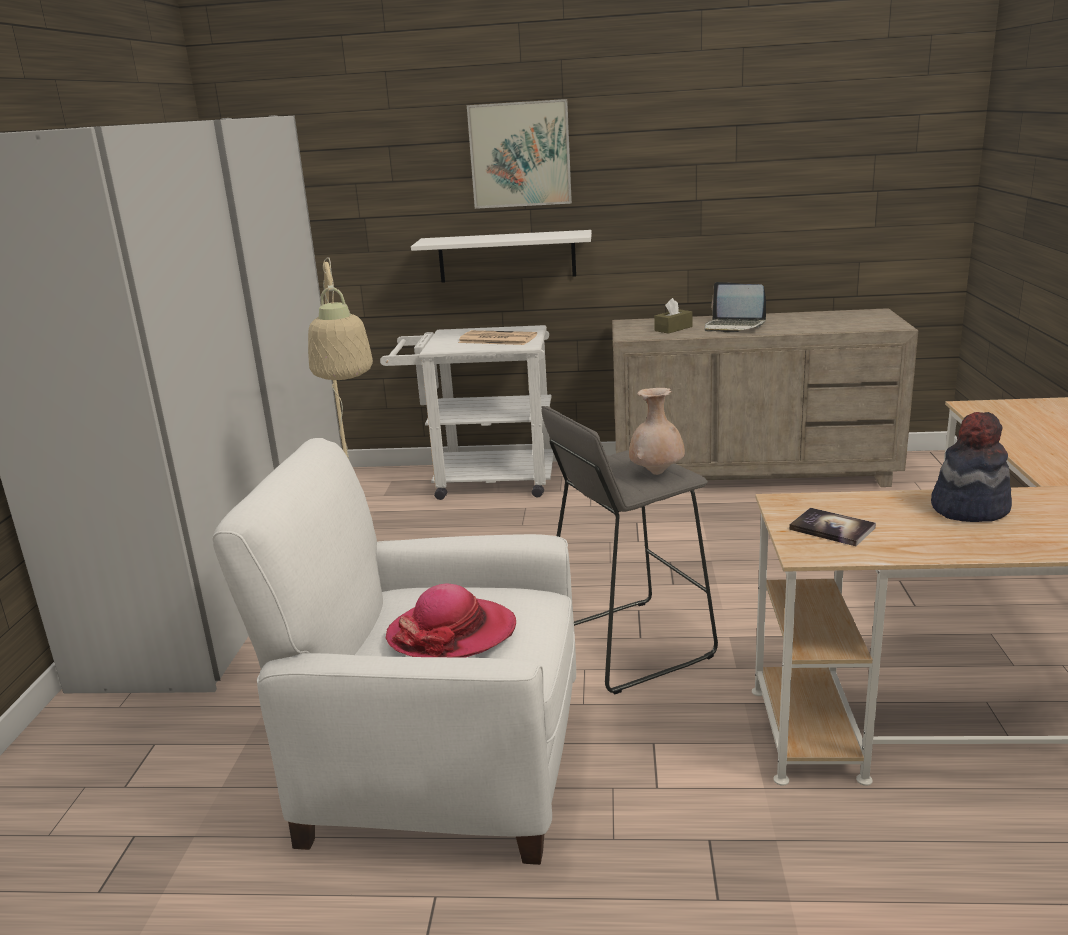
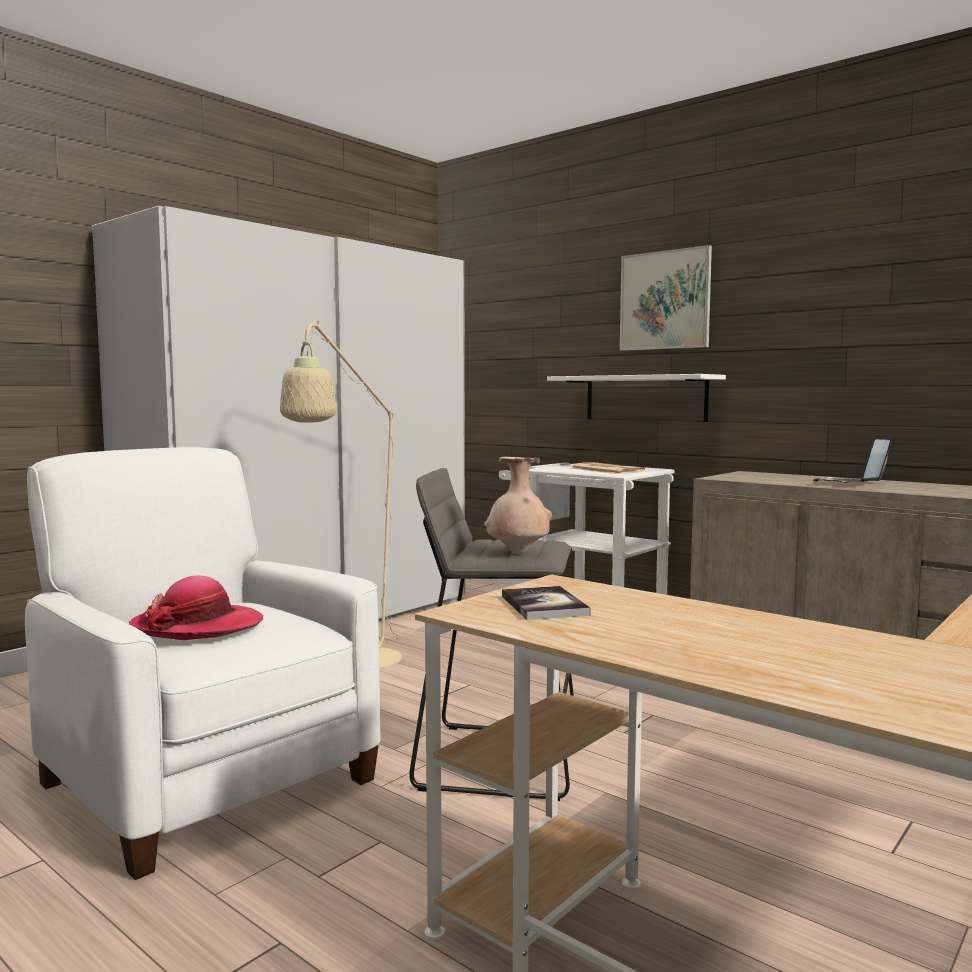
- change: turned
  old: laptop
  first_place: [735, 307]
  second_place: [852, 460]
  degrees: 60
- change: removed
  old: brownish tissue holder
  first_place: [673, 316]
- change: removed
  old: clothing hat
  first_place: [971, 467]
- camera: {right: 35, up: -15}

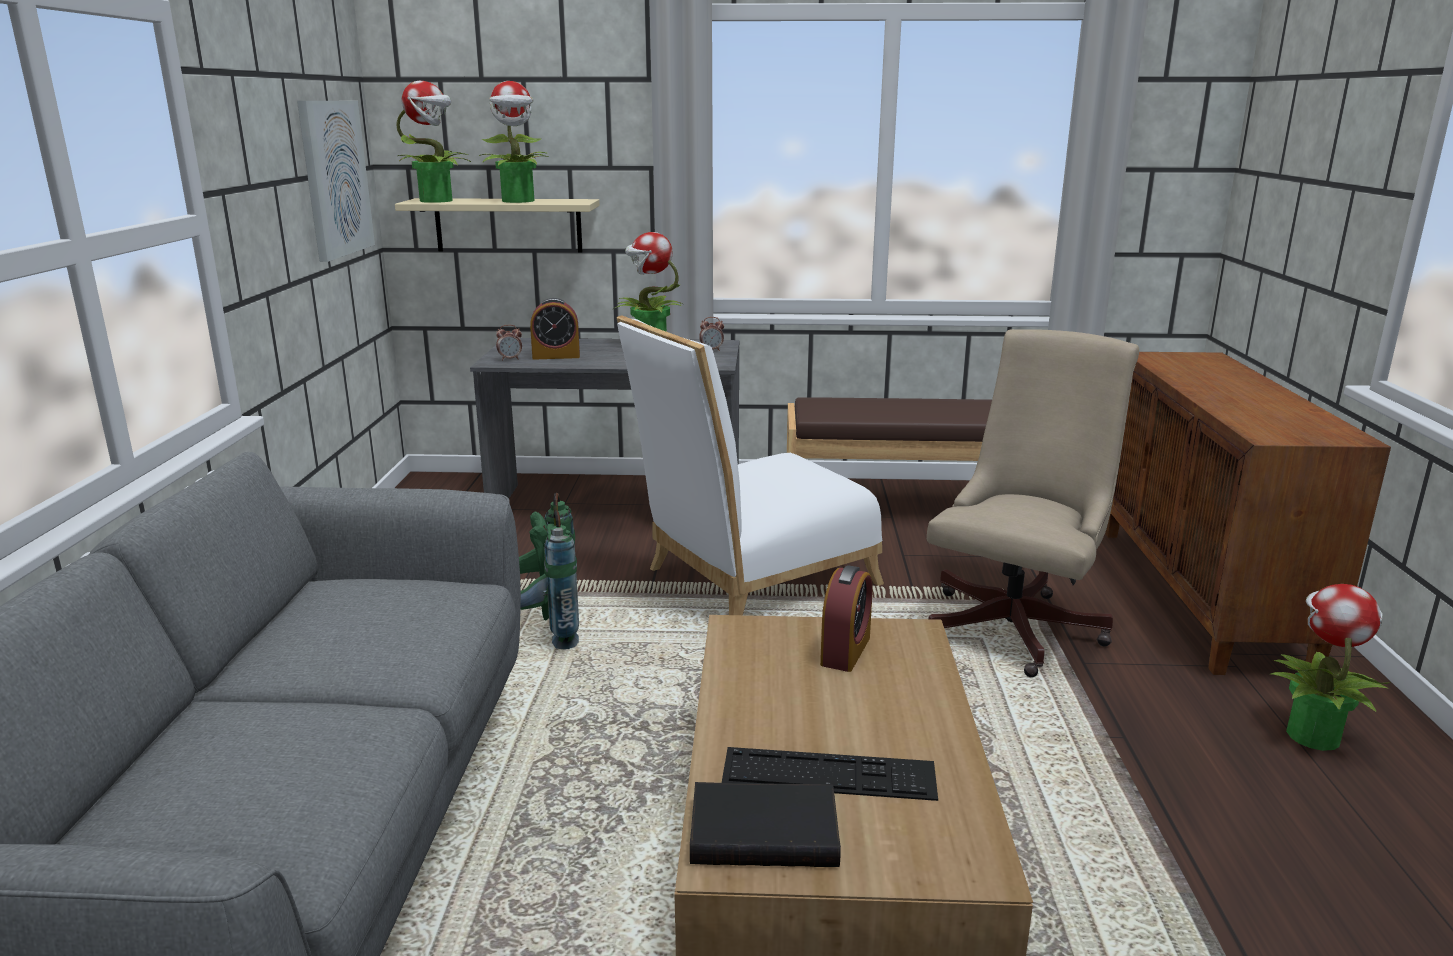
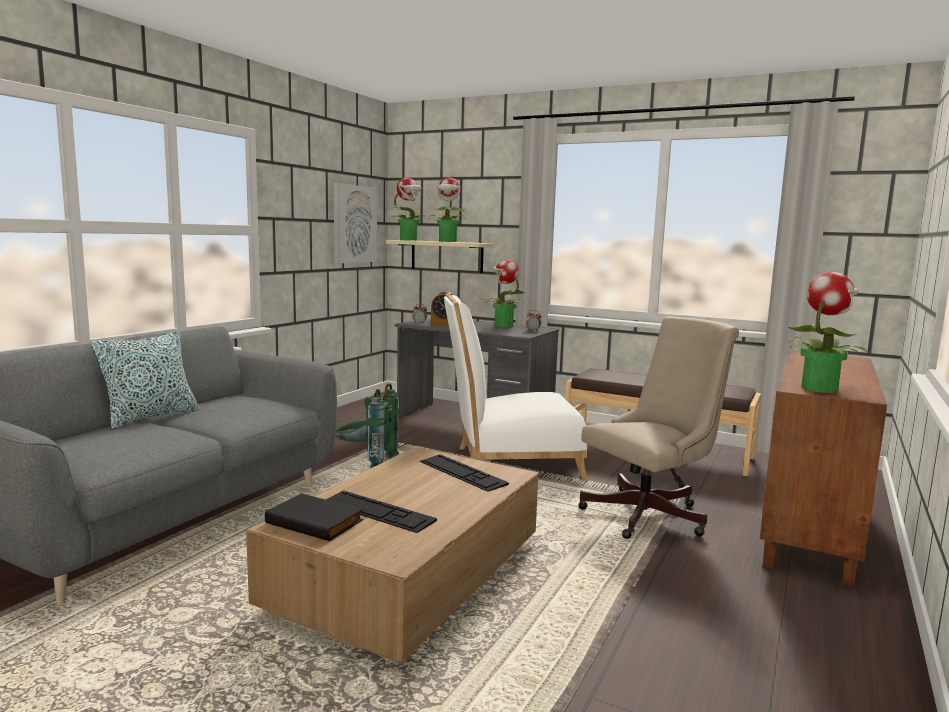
- change: added
  new: pillow
  second_place: [145, 380]
- change: replaced
  old: table clock
  new: computer keyboard
  first_place: [846, 618]
  second_place: [464, 473]
- change: moved
  old: potted plant
  first_place: [1330, 667]
  second_place: [828, 332]
- camera: {right: 25, up: -10}

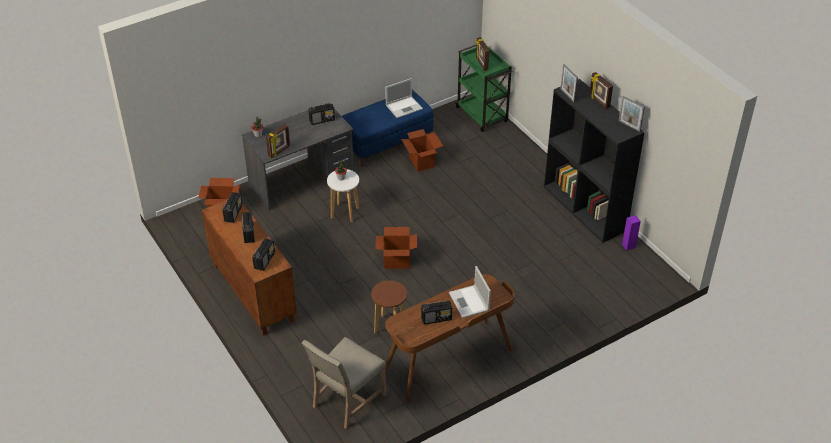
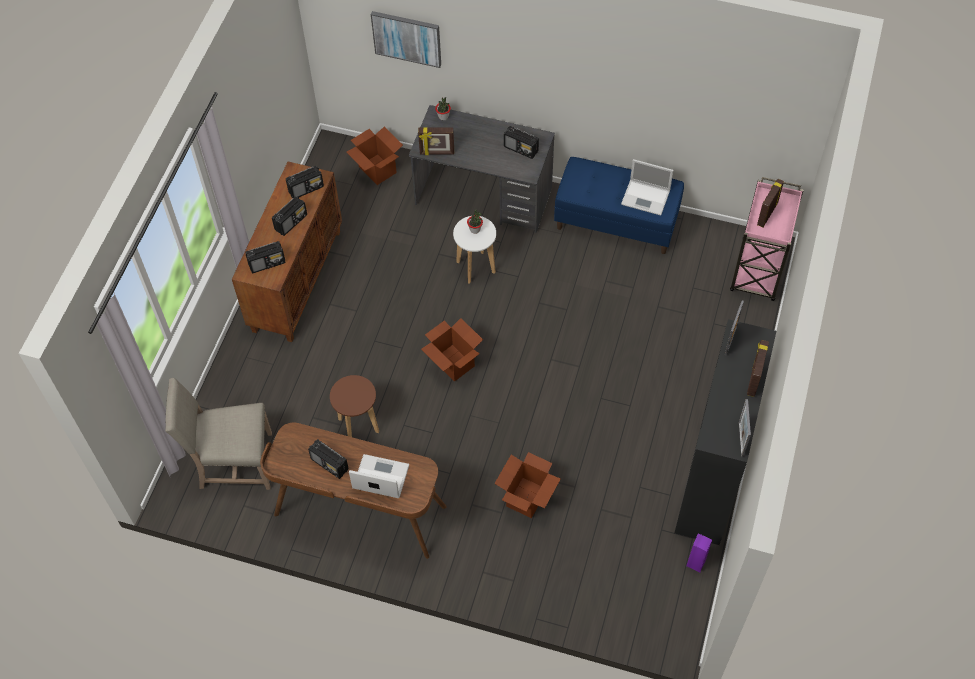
- change: turned
  old: laptop
  first_place: [470, 292]
  second_place: [379, 476]
  degrees: 75
- change: added
  new: wall picture
  second_place: [406, 39]
- change: moved
  old: carton
  first_place: [422, 150]
  second_place: [527, 485]
- change: recoloured
  old: green trolley
  new: pink-coloured trolley
  first_place: [484, 88]
  second_place: [767, 239]
- camera: {right: 50, up: 15}

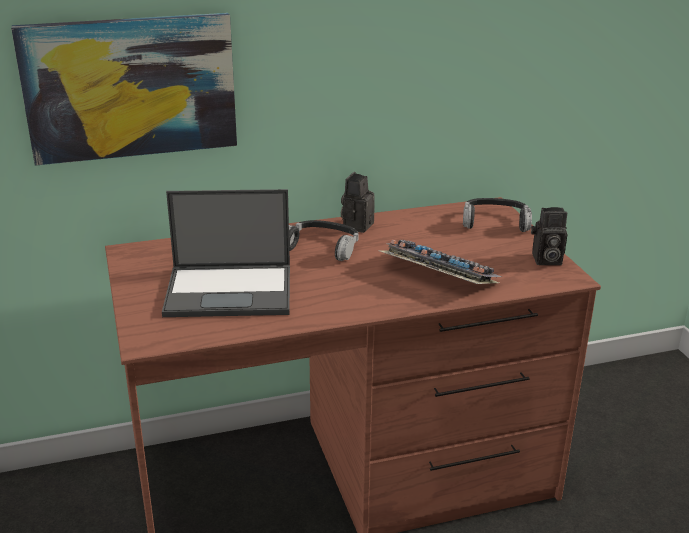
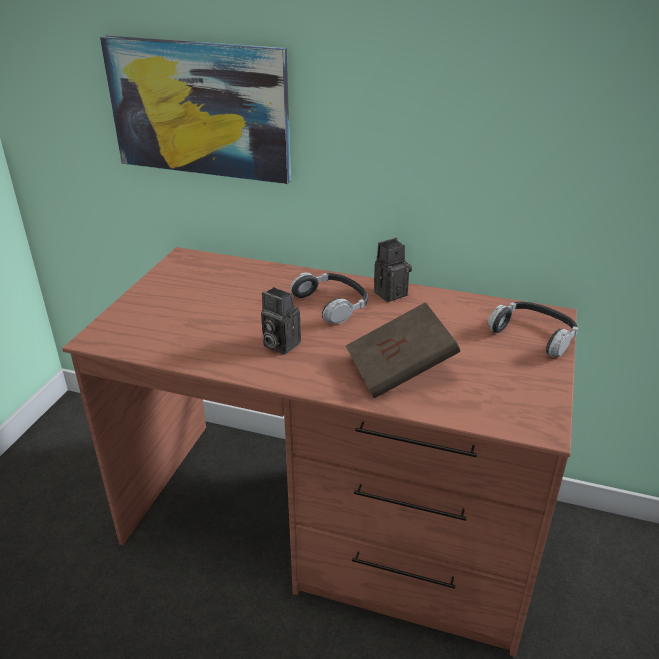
- change: moved
  old: photo camera
  first_place: [549, 236]
  second_place: [281, 321]
- change: replaced
  old: computer keyboard
  new: brownish volume
  first_place: [440, 262]
  second_place: [403, 350]
- change: removed
  old: laptop
  first_place: [226, 253]
- camera: {right: 35, up: 5}

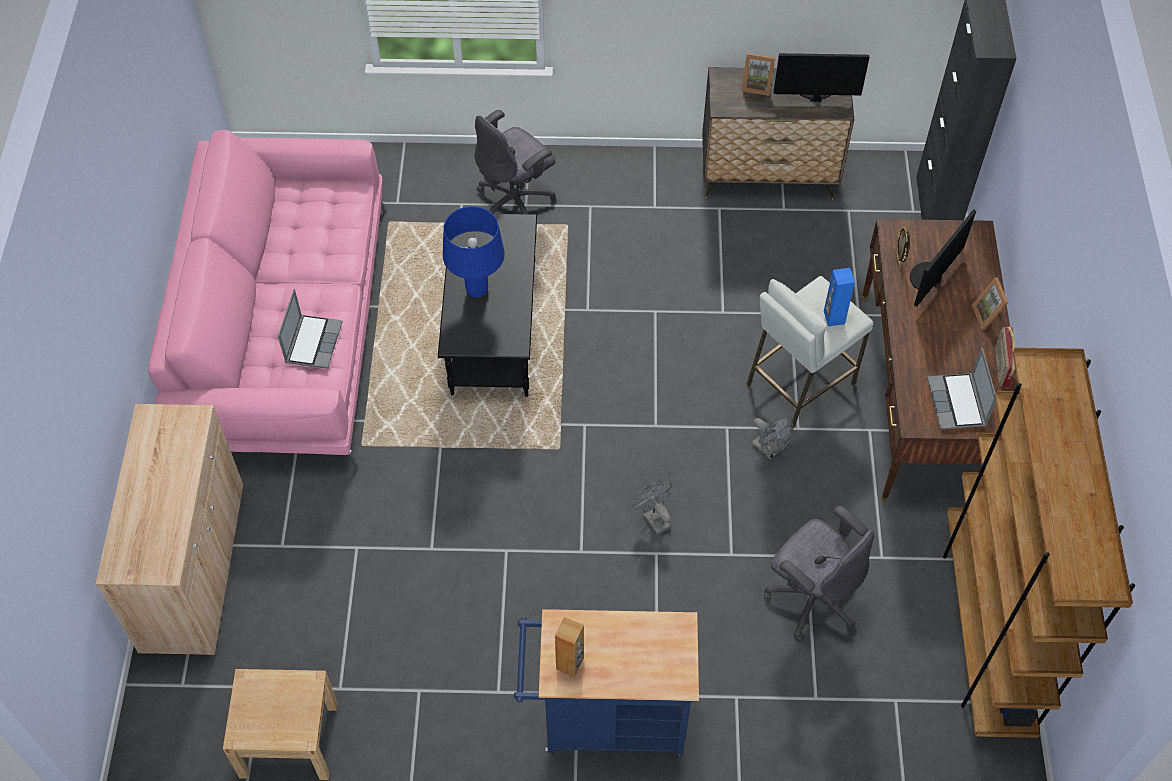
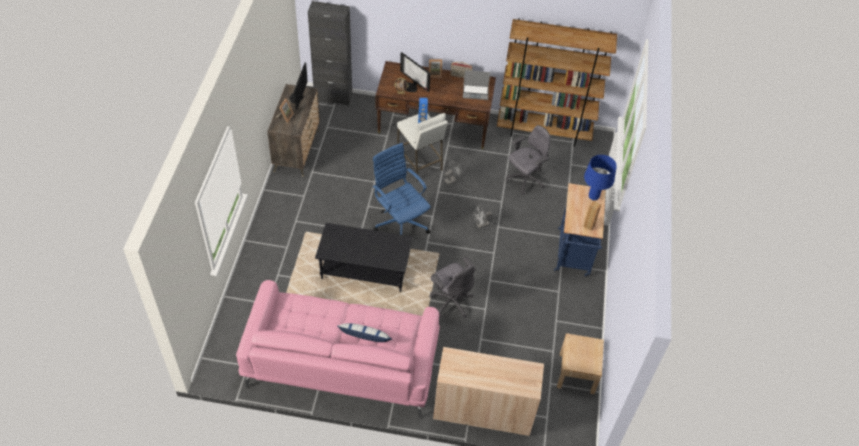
- change: added
  new: pillow
  second_place: [364, 332]
- change: added
  new: blue office chair
  second_place: [401, 189]
- change: moved
  old: gray office chair
  first_place: [515, 162]
  second_place: [452, 287]
- change: moved
  old: blue lamp for a table
  first_place: [474, 252]
  second_place: [600, 177]
- change: removed
  old: laptop
  first_place: [310, 329]
- camera: {right: -85, up: -5}

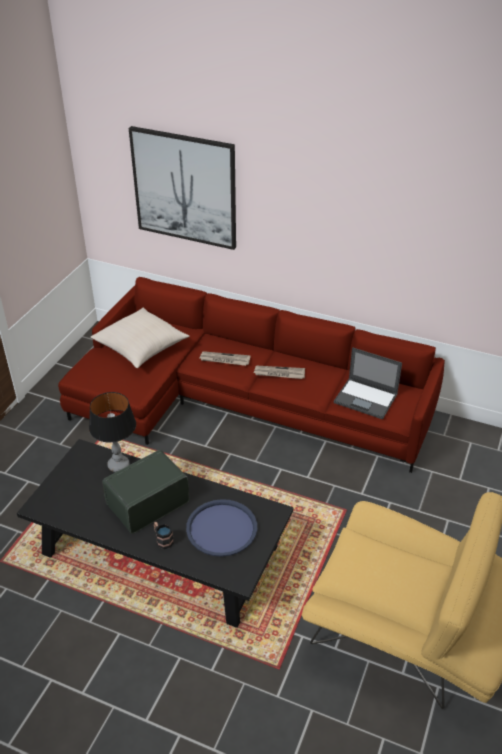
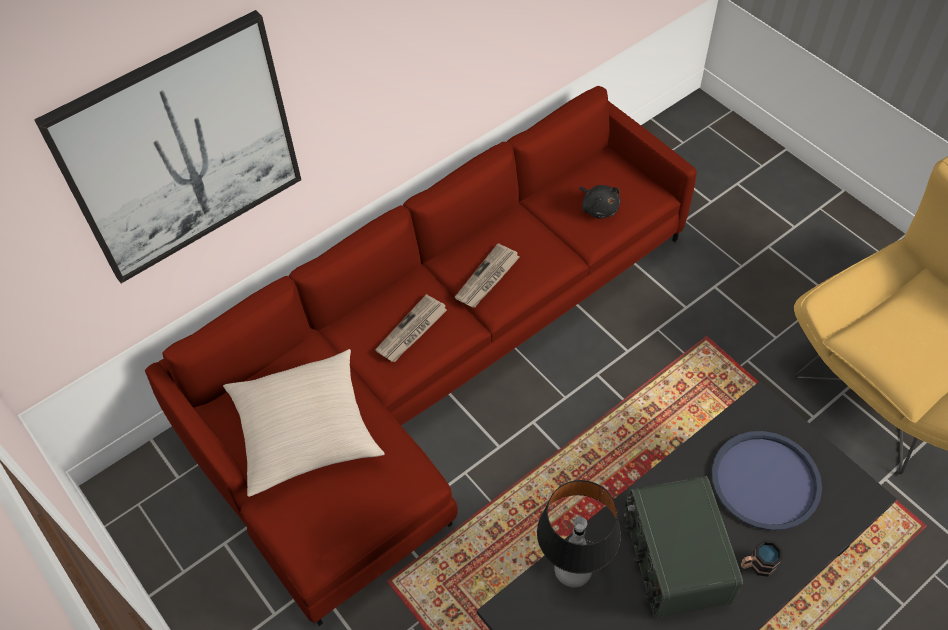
- change: replaced
  old: laptop
  new: blackish plush toy
  first_place: [368, 383]
  second_place: [599, 202]
- camera: {right: -60, up: 15}

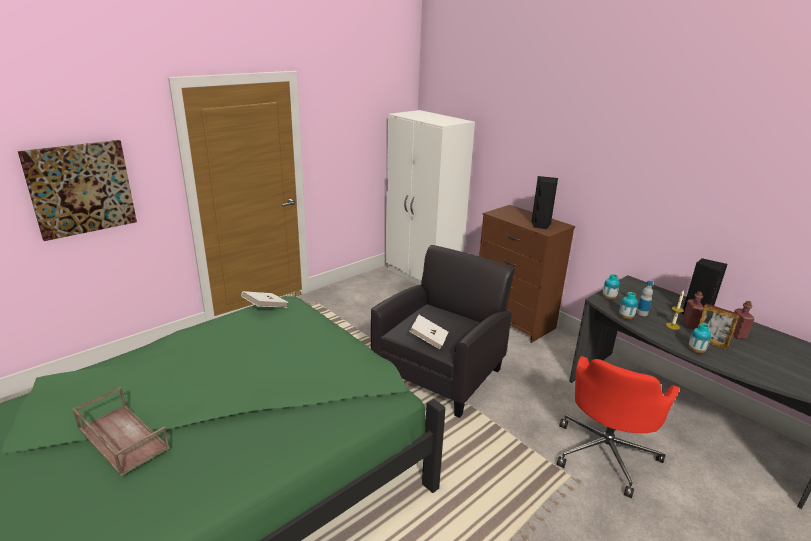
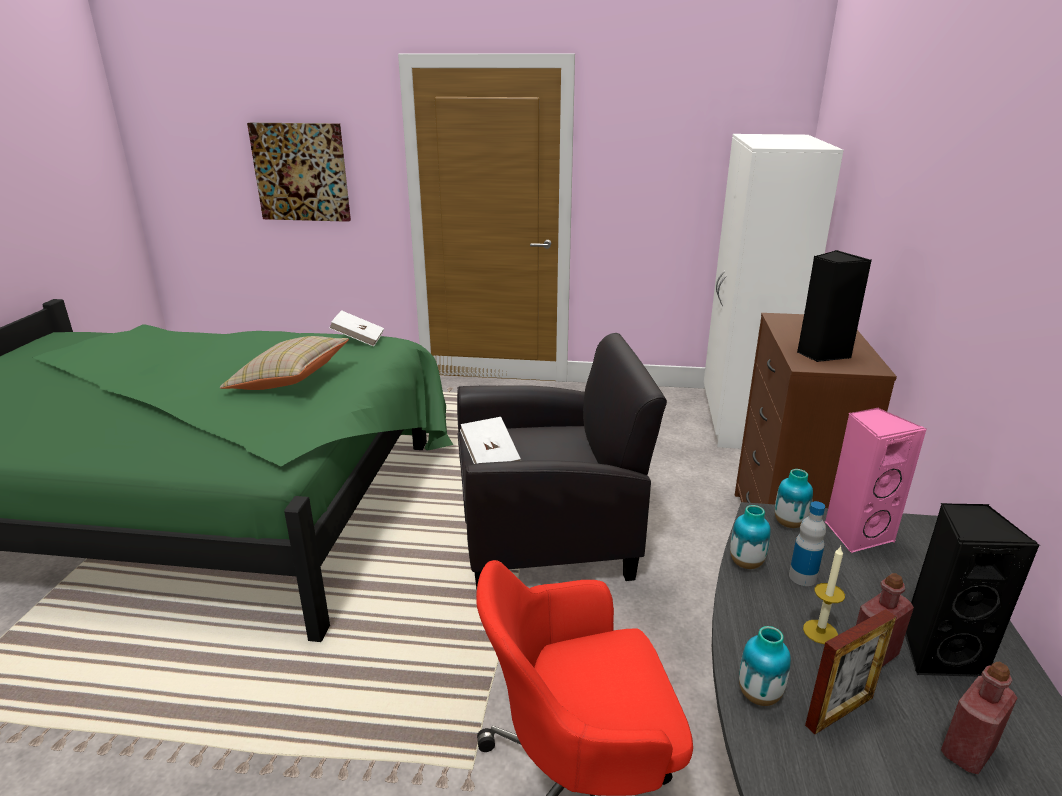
- change: added
  new: beige-coloured pillow
  second_place: [284, 363]
- change: turned
  old: picture frame
  first_place: [718, 327]
  second_place: [851, 671]
  degrees: -120
- change: added
  new: pink-coloured audio speaker
  second_place: [875, 480]
- change: removed
  old: brownish serving tray
  first_place: [121, 431]
- camera: {right: 50, up: 0}

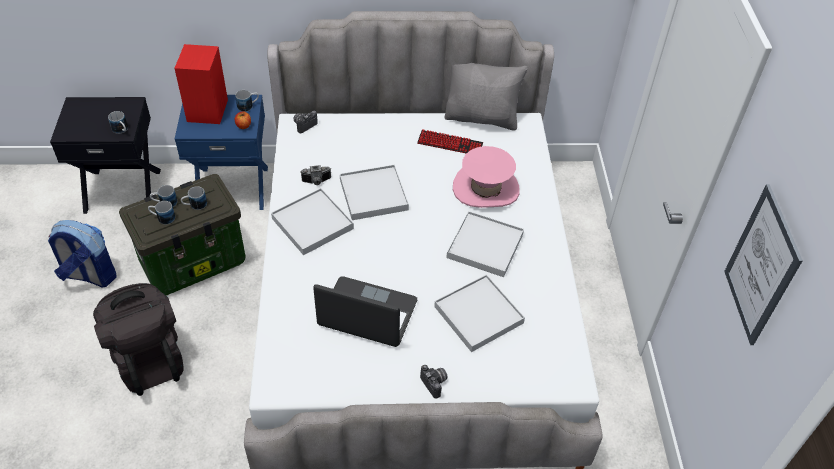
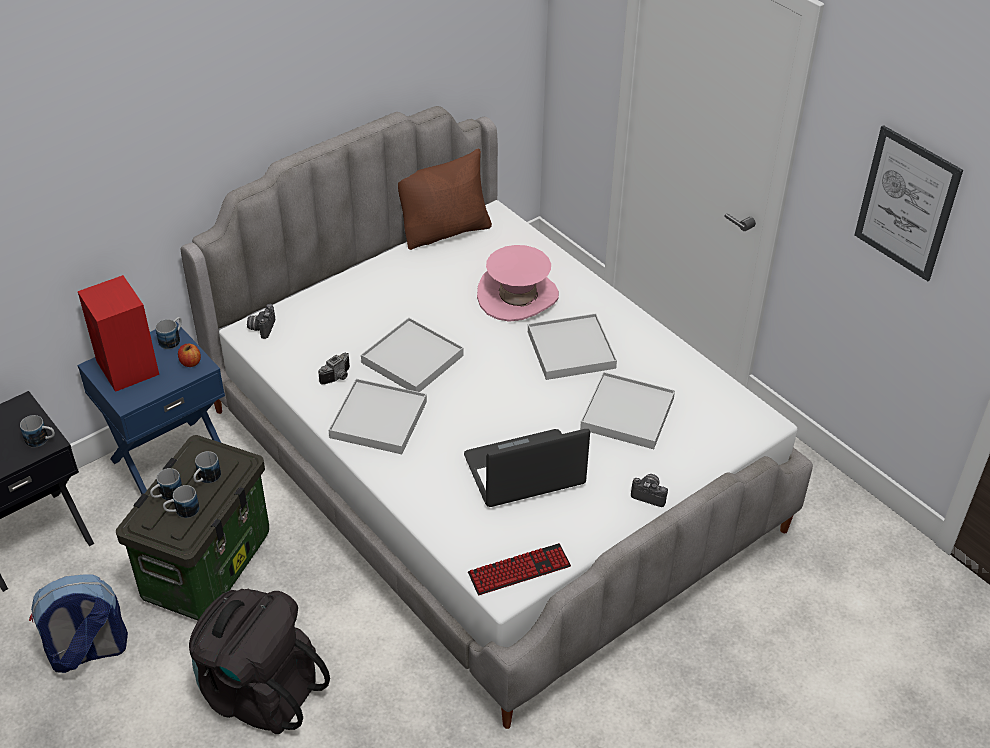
- change: recoloured
  old: gray pillow
  new: brownish pillow
  first_place: [486, 97]
  second_place: [445, 199]
- change: moved
  old: computer keyboard
  first_place: [450, 141]
  second_place: [519, 569]
- camera: {right: -35, up: -5}

